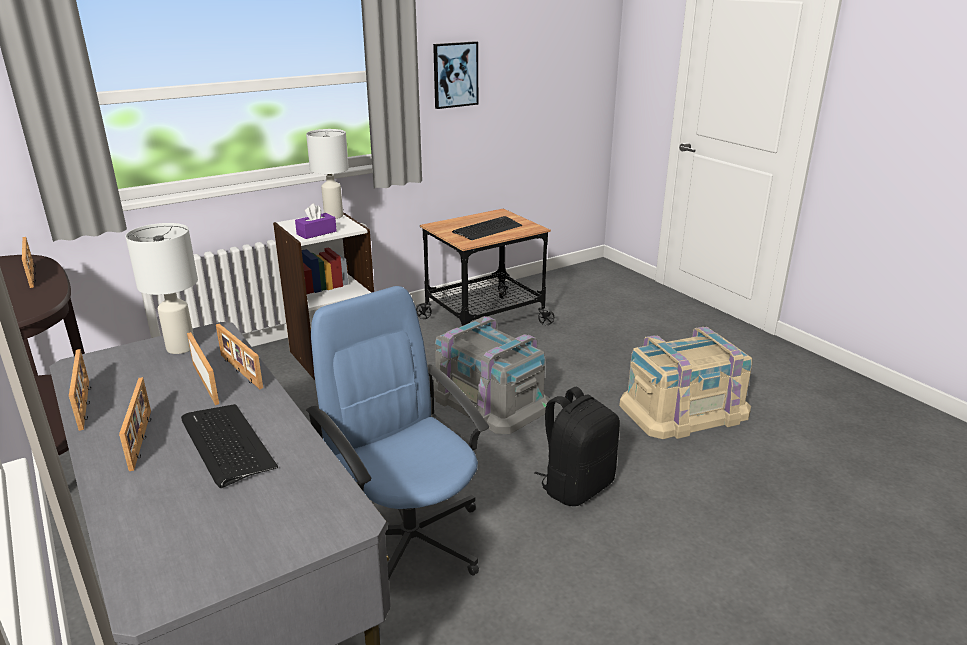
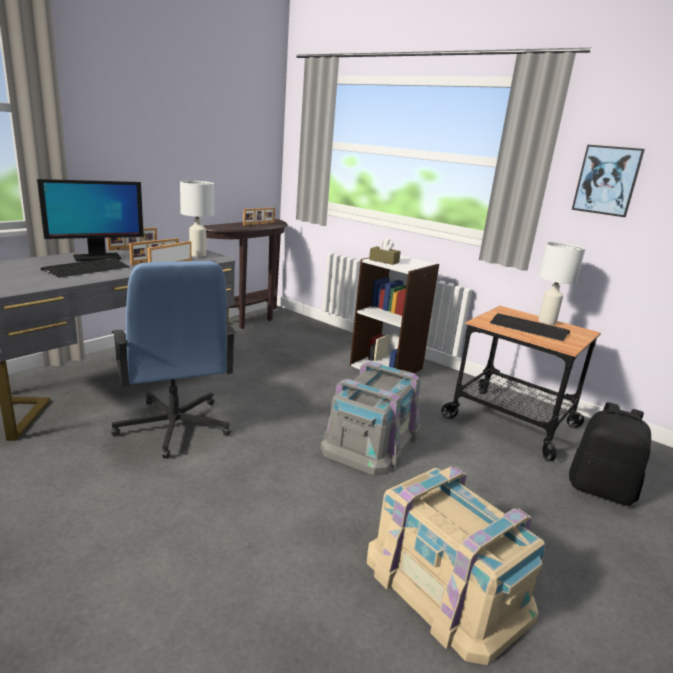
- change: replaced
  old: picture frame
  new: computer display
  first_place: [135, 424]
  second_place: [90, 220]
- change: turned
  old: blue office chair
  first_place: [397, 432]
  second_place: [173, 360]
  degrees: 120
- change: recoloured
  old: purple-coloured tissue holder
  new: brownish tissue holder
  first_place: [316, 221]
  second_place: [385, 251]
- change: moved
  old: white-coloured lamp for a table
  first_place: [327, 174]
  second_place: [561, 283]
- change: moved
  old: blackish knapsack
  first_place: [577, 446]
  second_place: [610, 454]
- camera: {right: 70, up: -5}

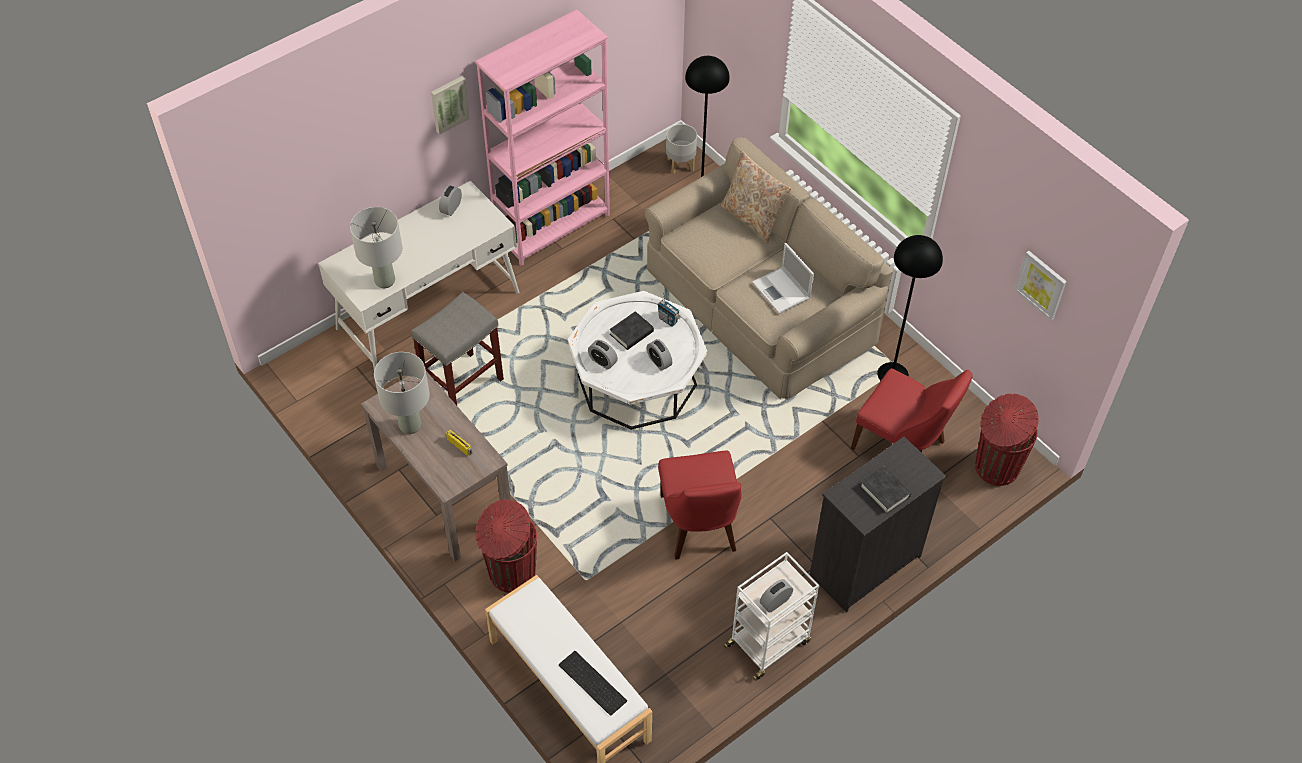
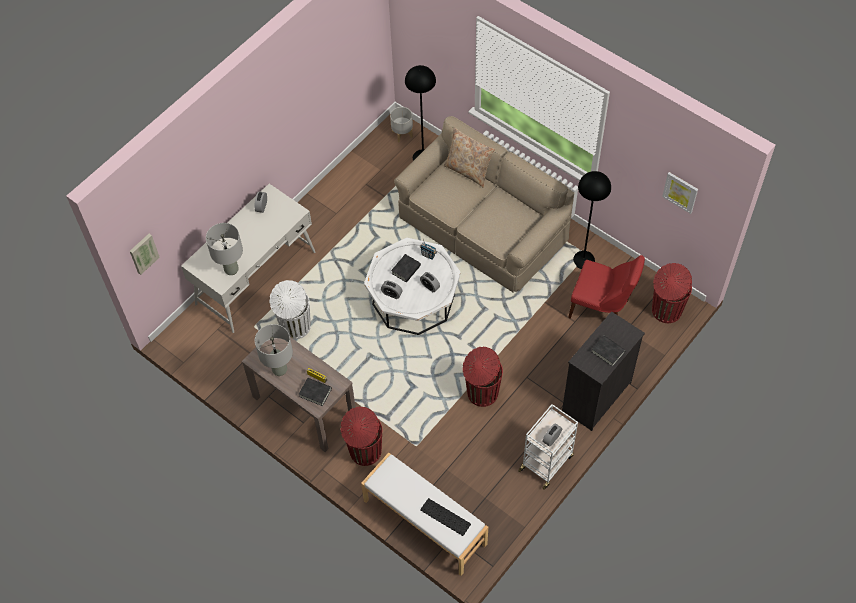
- change: moved
  old: wall picture
  first_place: [450, 105]
  second_place: [145, 254]
- change: replaced
  old: gray stool
  new: white-coloured trash can
  first_place: [457, 348]
  second_place: [290, 309]
- change: added
  new: blackish volume
  second_place: [315, 392]
- change: replaced
  old: red-coloured chair
  new: red-coloured trash can
  first_place: [700, 505]
  second_place: [483, 377]
- change: removed
  old: pink-coloured shelving unit
  first_place: [543, 137]
- change: removed
  old: laptop
  first_place: [783, 278]
- camera: {right: -10, up: 5}

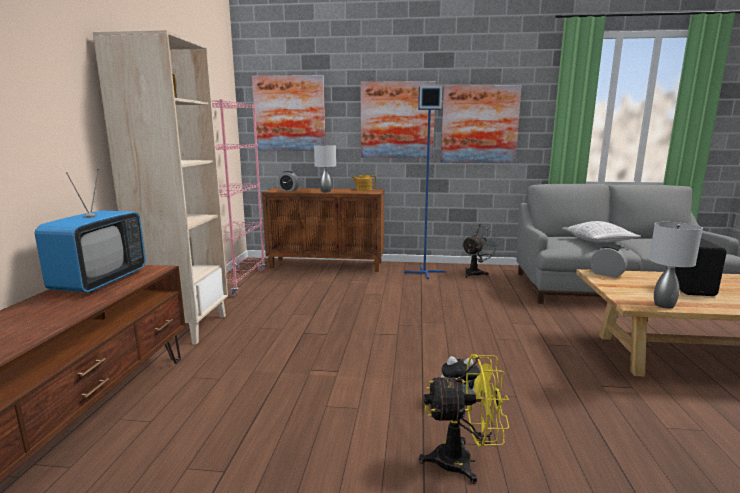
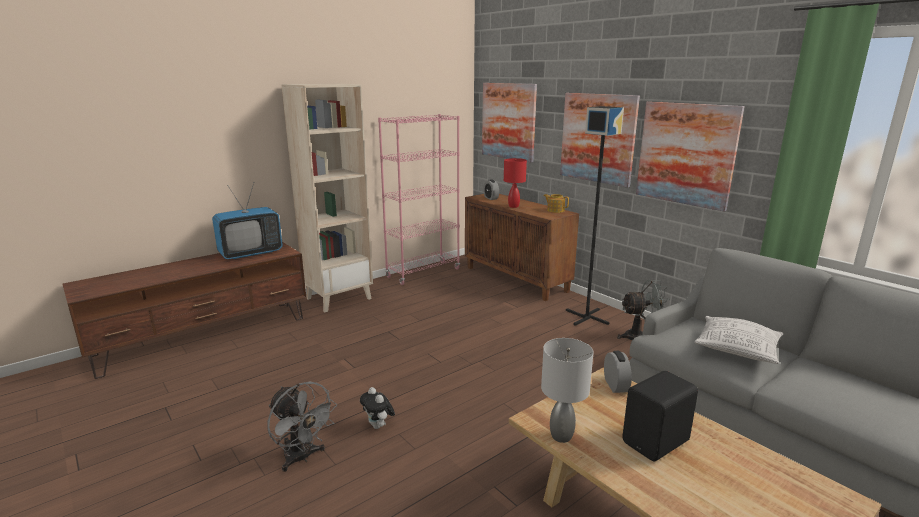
- change: recoloured
  old: yellow cooling fan
  new: gray cooling fan
  first_place: [464, 419]
  second_place: [302, 427]
- change: recoloured
  old: gray lamp for a table
  new: red-coloured lamp for a table
  first_place: [325, 168]
  second_place: [515, 183]
- change: recoloured
  old: blue floor lamp
  new: blackish floor lamp
  first_place: [424, 182]
  second_place: [595, 216]
- camera: {right: 45, up: 5}

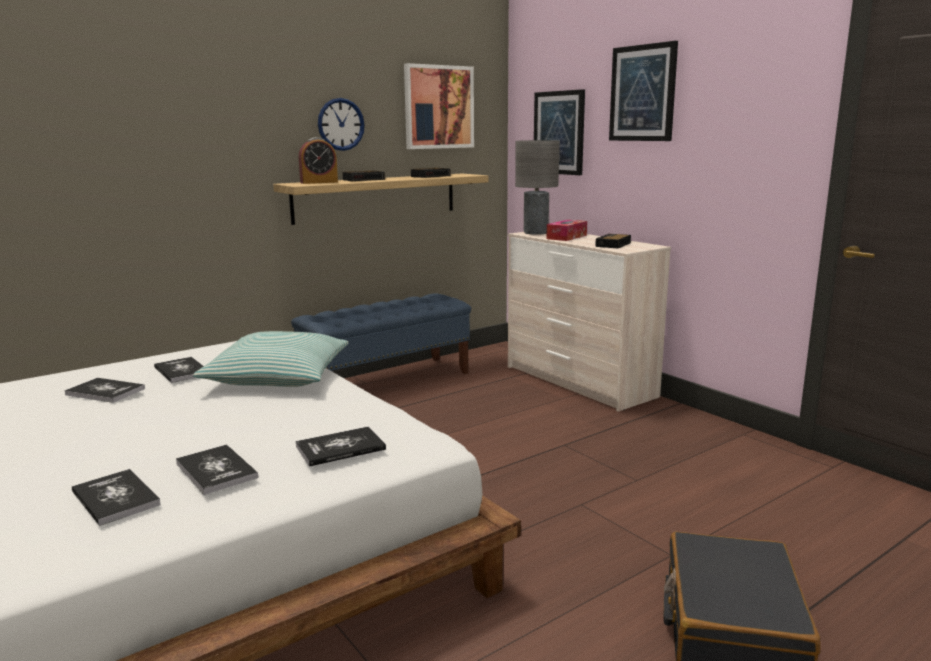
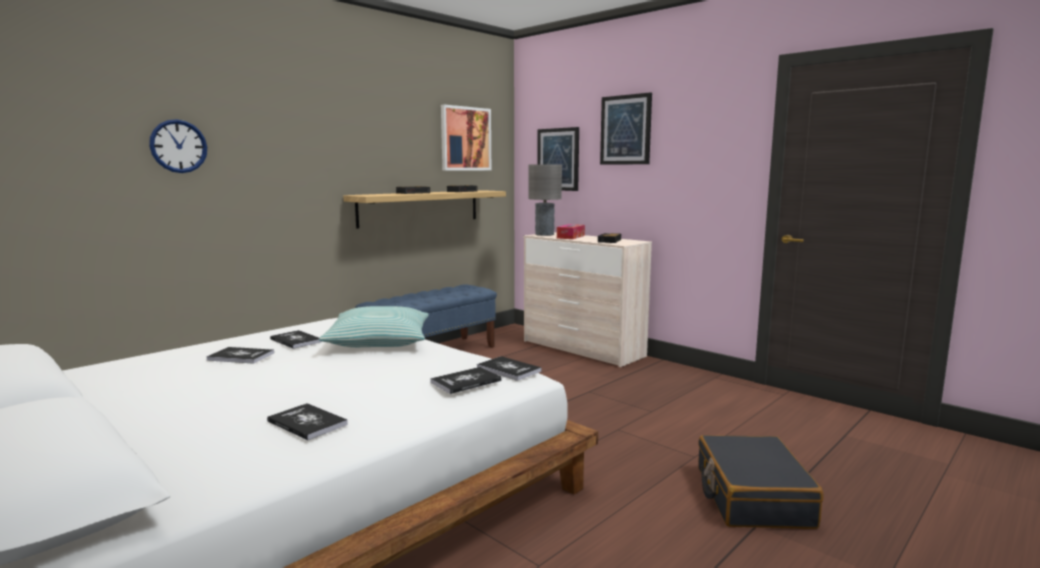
- change: moved
  old: wall clock
  first_place: [341, 124]
  second_place: [178, 146]
- change: moved
  old: volume
  first_place: [217, 469]
  second_place: [509, 368]
- change: removed
  old: table clock
  first_place: [318, 160]
- camera: {right: -10, up: -5}

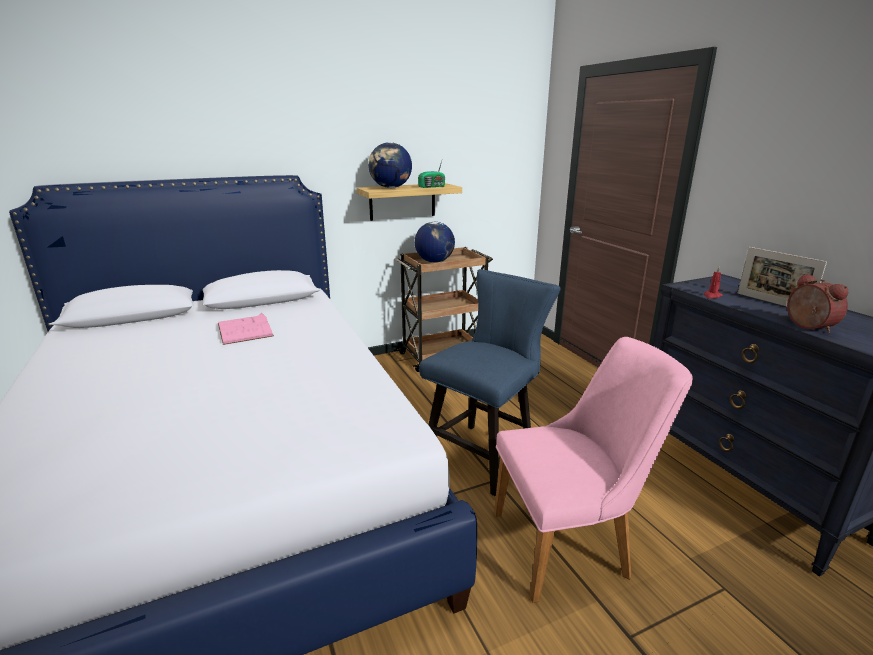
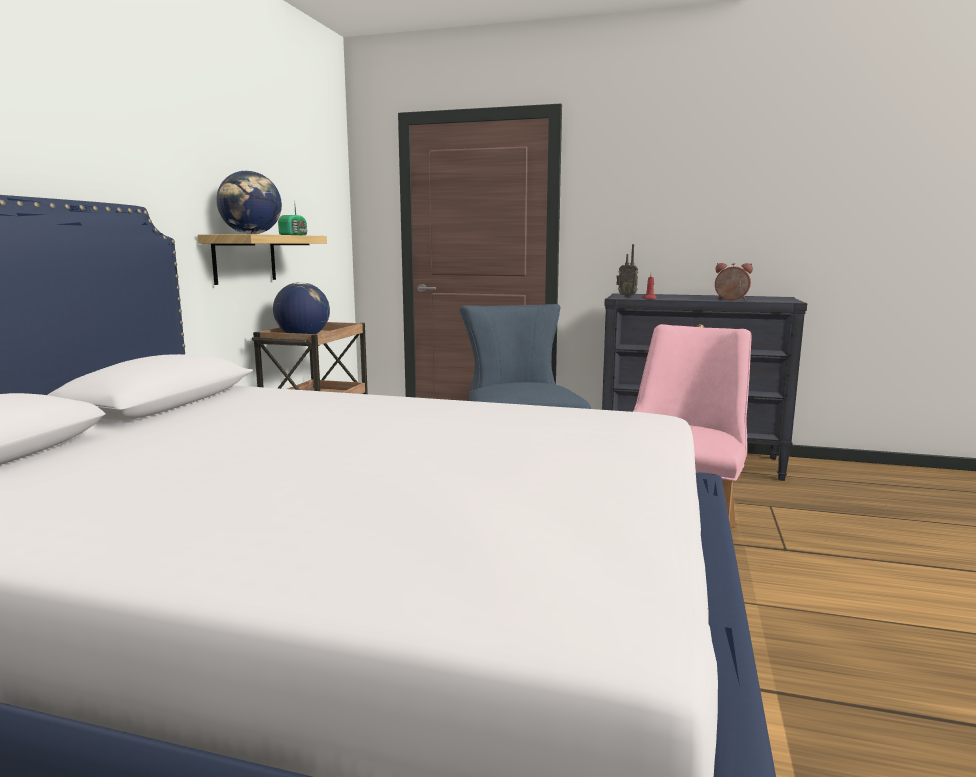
- change: added
  new: radio set
  second_place: [627, 270]
- change: removed
  old: pink-coloured volume
  first_place: [246, 329]
- change: removed
  old: picture frame
  first_place: [782, 277]
- camera: {right: -50, up: -10}

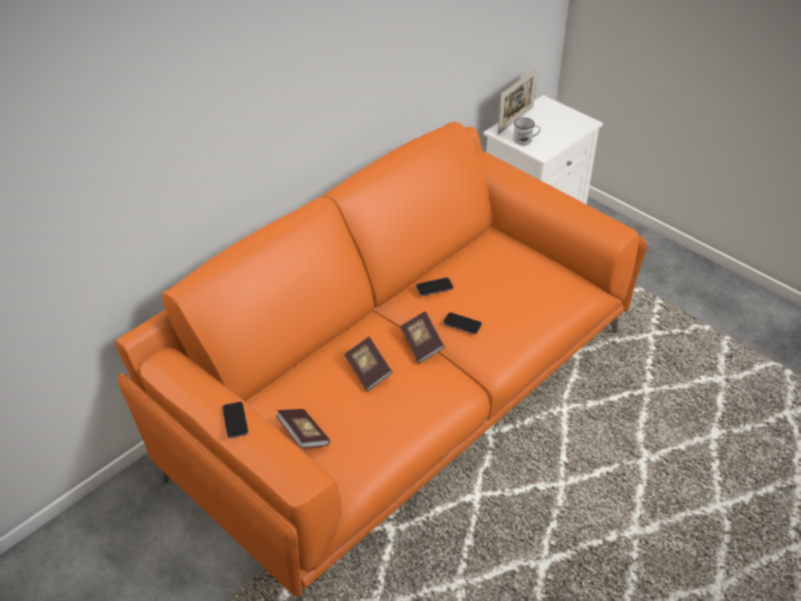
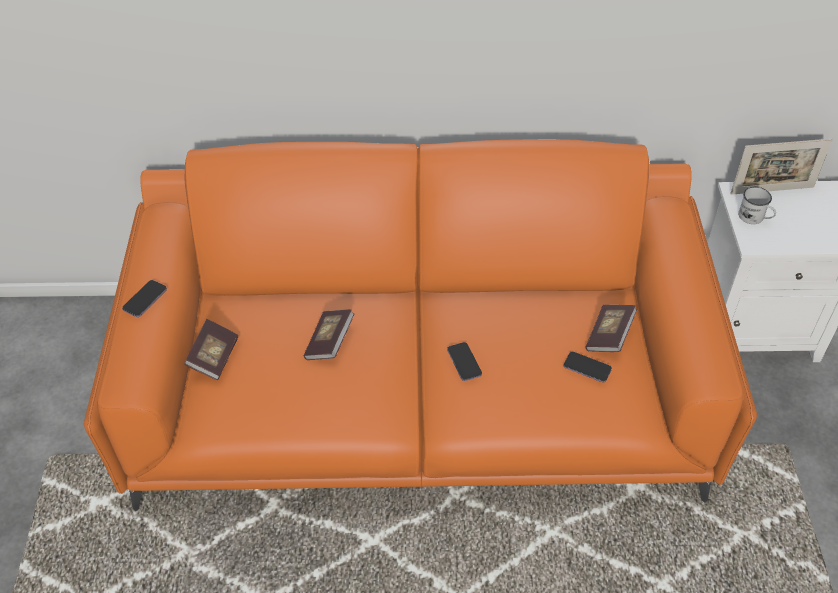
- change: moved
  old: phone
  first_place: [434, 287]
  second_place: [588, 367]
- change: moved
  old: volume
  first_place: [422, 337]
  second_place: [611, 328]
- camera: {right: 45, up: 5}

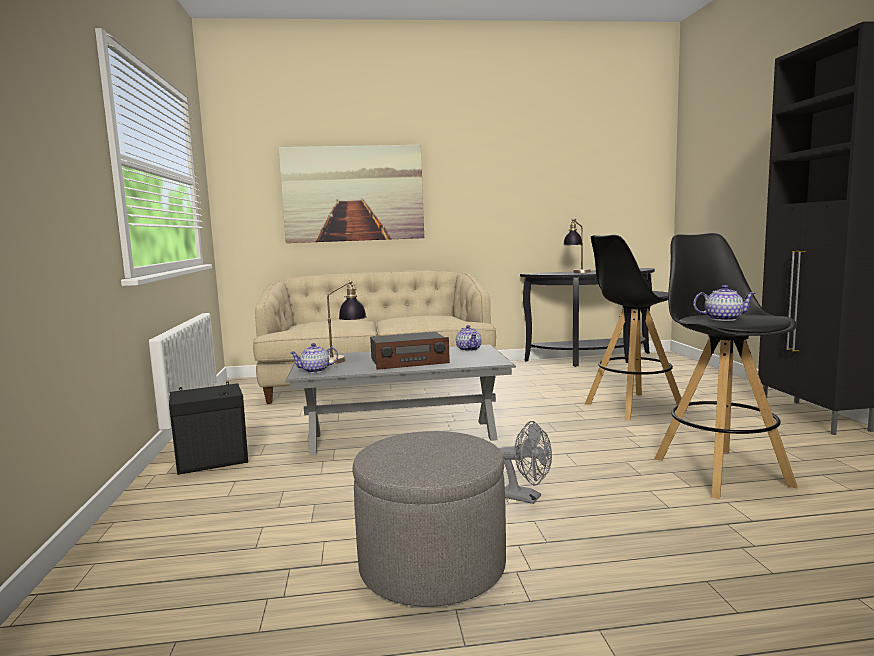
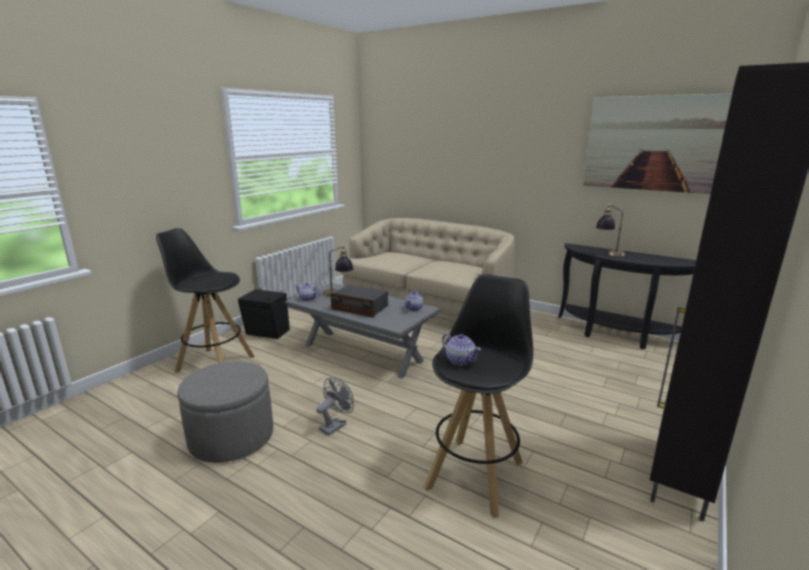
- change: moved
  old: blackish stool
  first_place: [633, 327]
  second_place: [205, 300]
- change: turned
  old: gray cooling fan
  first_place: [525, 462]
  second_place: [335, 406]
  degrees: -120
- change: moved
  old: wall picture
  first_place: [351, 194]
  second_place: [657, 144]
- camera: {right: 40, up: 10}

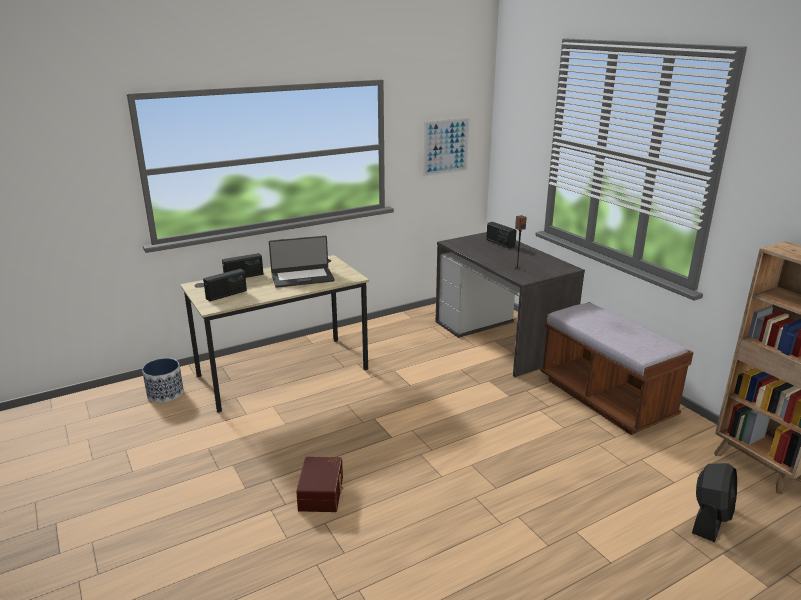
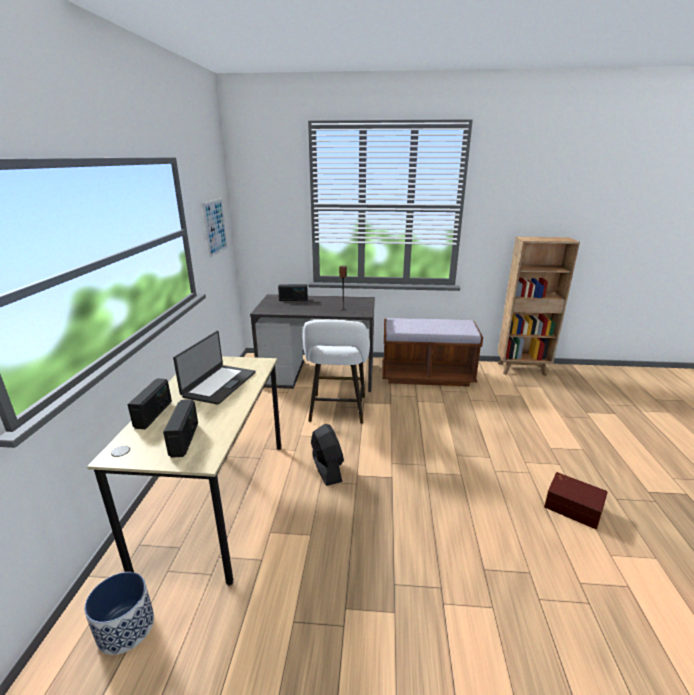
- change: added
  new: white-coloured stool
  second_place: [336, 372]
- change: moved
  old: blackish cooling fan
  first_place: [714, 502]
  second_place: [327, 455]
- change: moved
  old: brownish storage bin
  first_place: [319, 484]
  second_place: [576, 500]
- camera: {right: -55, up: 0}

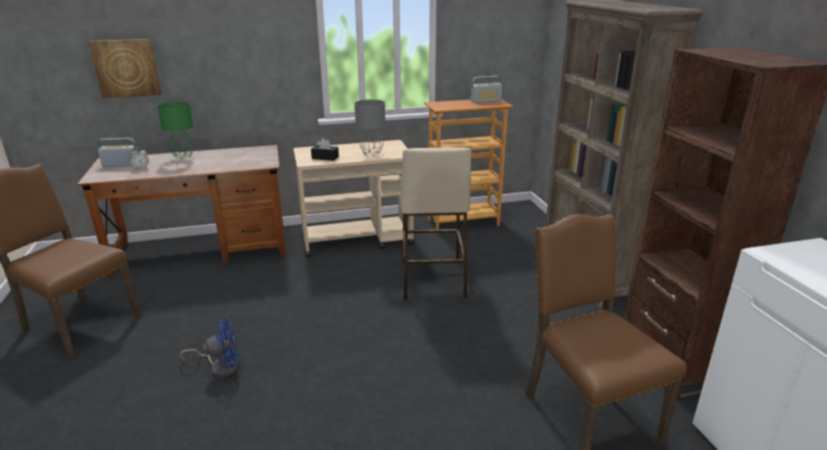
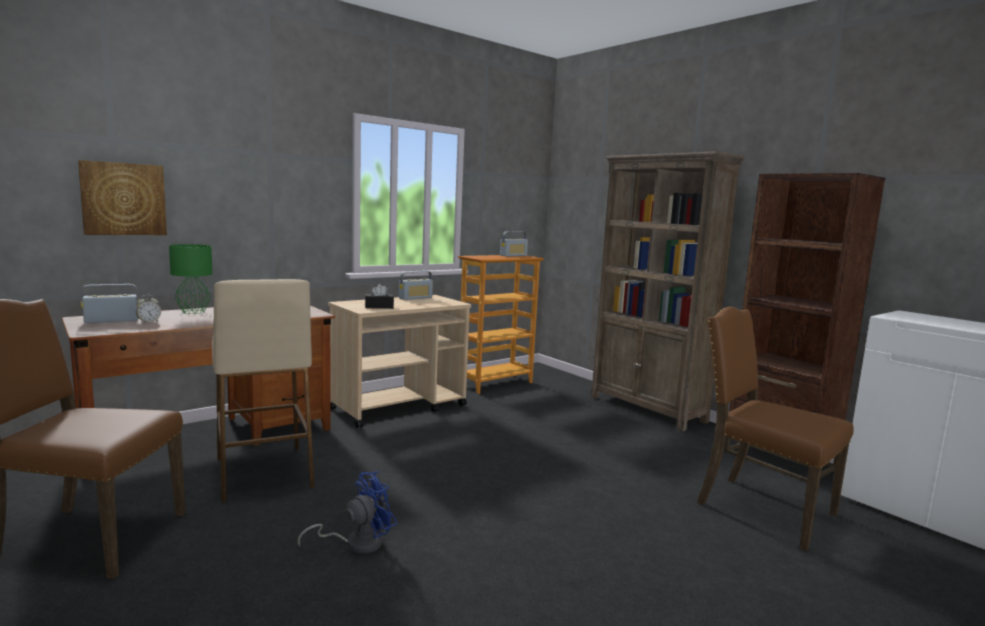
- change: moved
  old: beige-coloured stool
  first_place: [436, 223]
  second_place: [263, 391]
- change: added
  new: radio set
  second_place: [416, 285]
- change: removed
  old: gray lamp for a table
  first_place: [370, 128]
- camera: {right: -25, up: -15}

